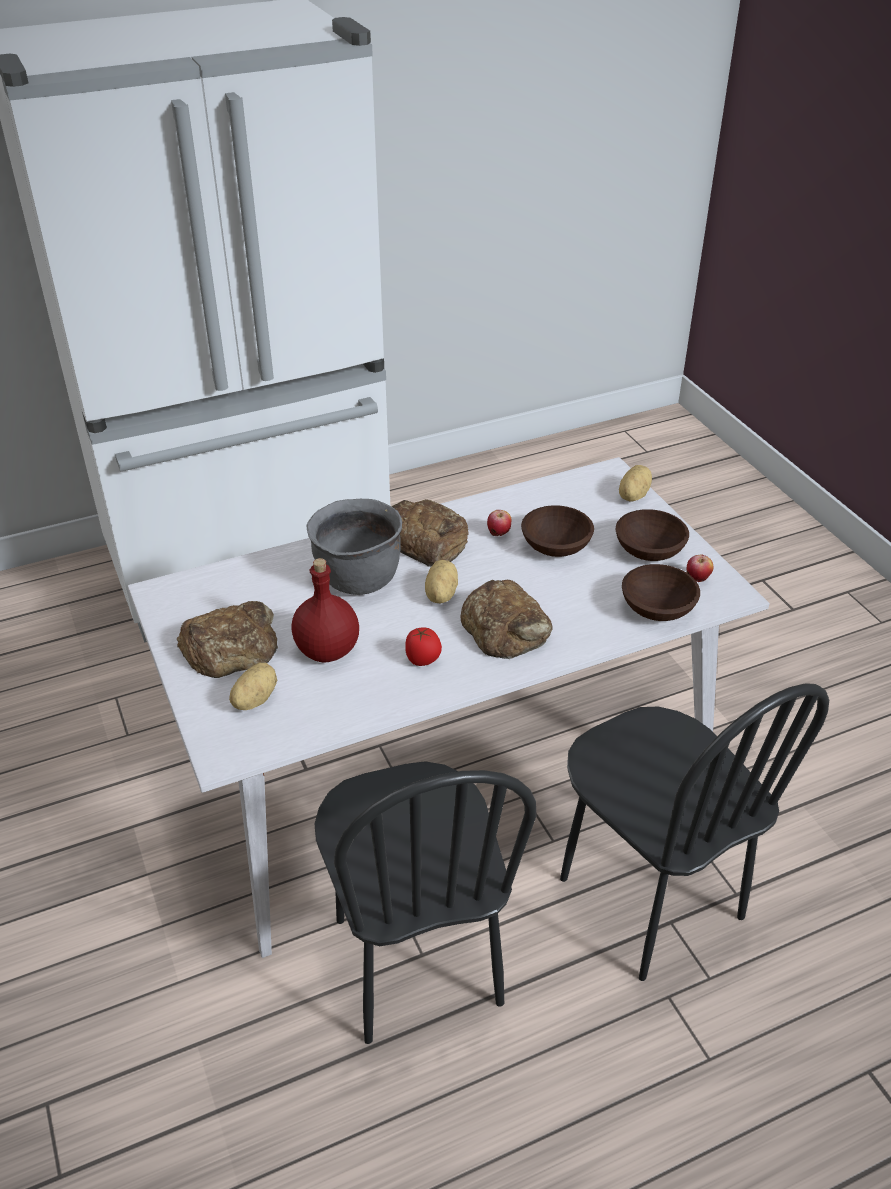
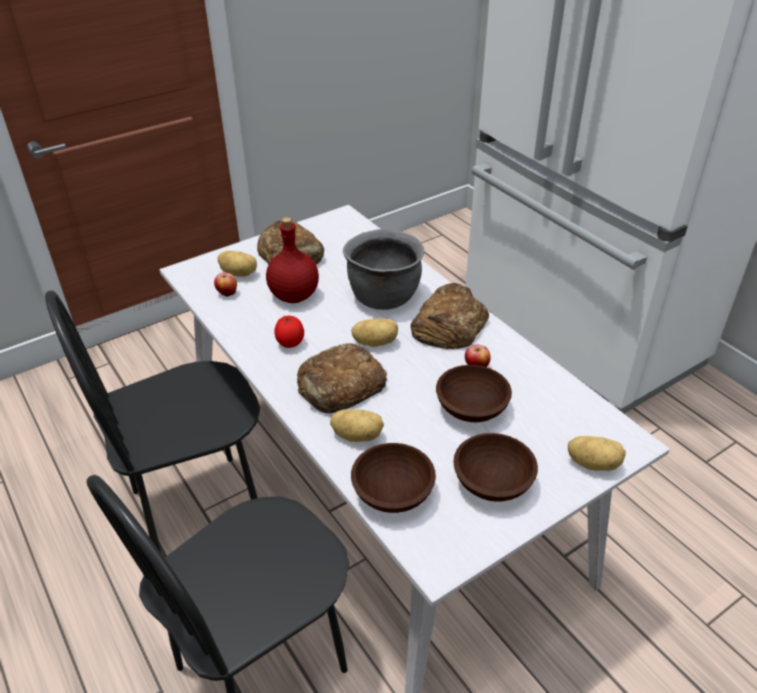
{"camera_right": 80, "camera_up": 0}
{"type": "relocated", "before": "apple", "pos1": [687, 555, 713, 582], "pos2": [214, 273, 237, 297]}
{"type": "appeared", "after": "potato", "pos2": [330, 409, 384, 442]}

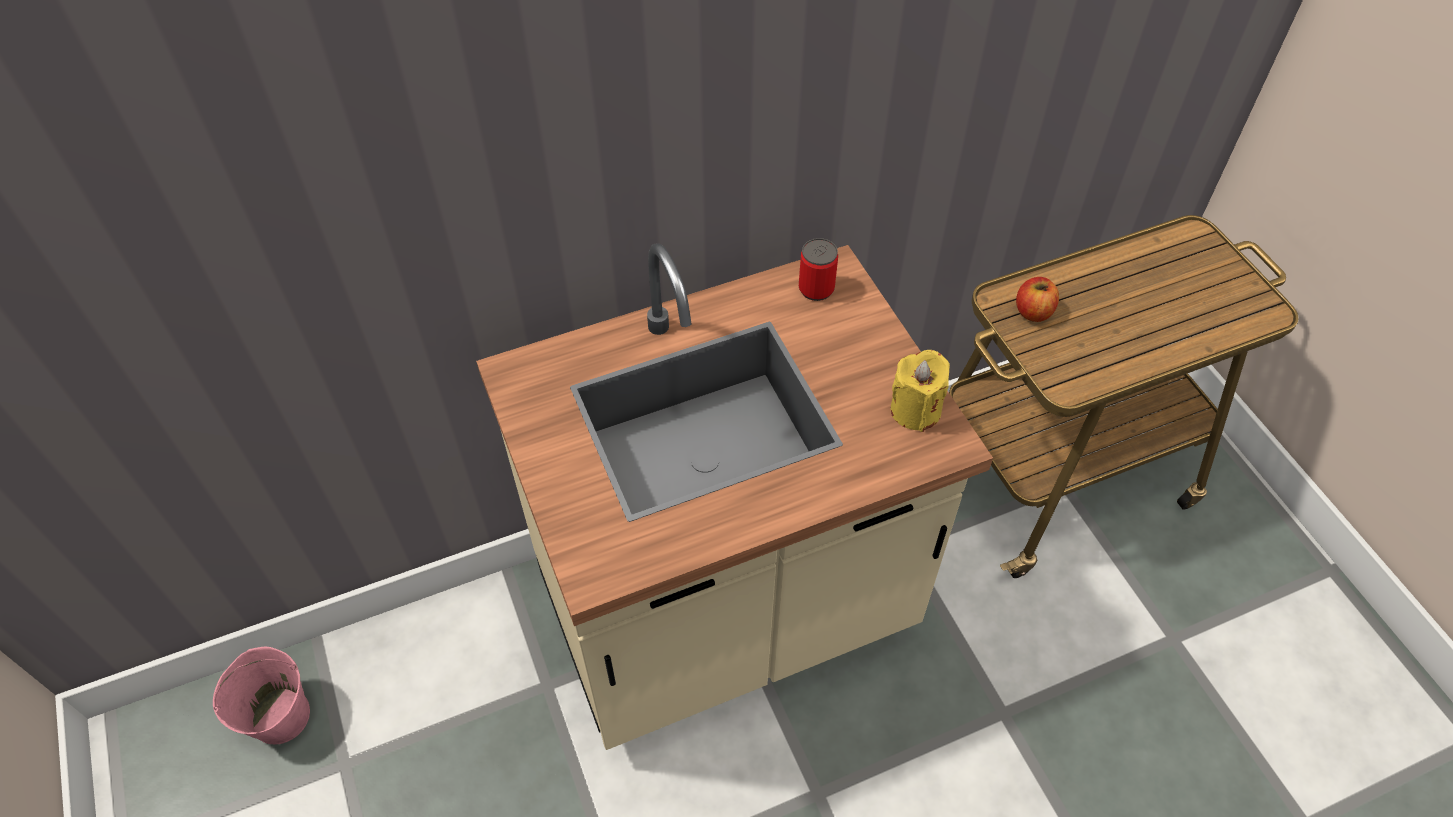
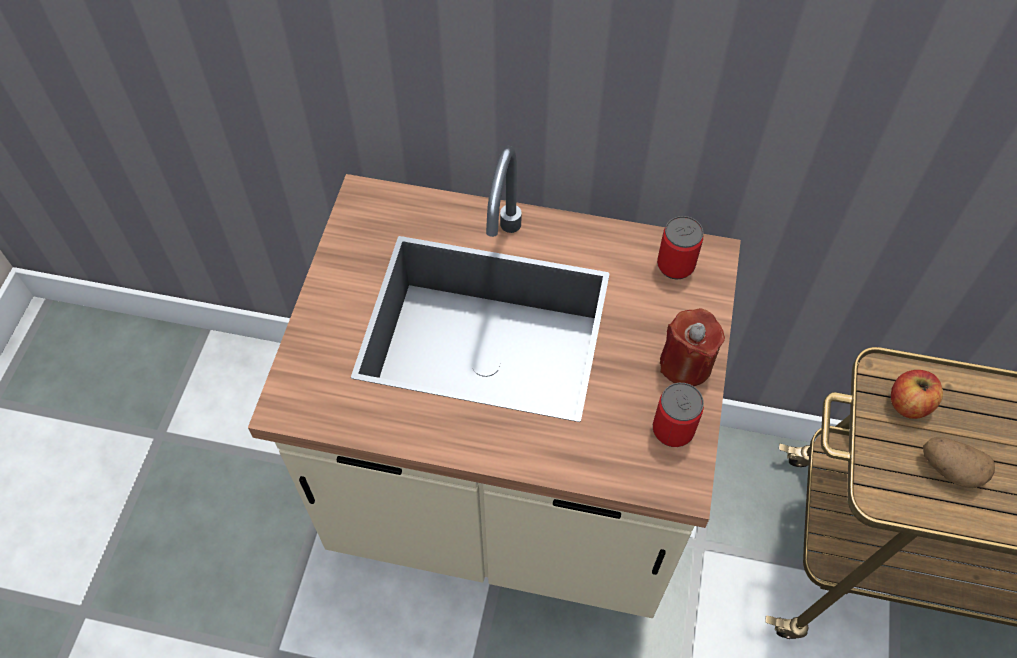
{"camera_right": 35, "camera_up": 5}
{"type": "exchanged", "before": "yellow_candle", "after": "can", "pos1": [891, 350, 950, 432], "pos2": [653, 383, 704, 447]}
{"type": "missing", "before": "pink_bucket", "pos1": [213, 646, 310, 745]}
{"type": "appeared", "after": "red_candle", "pos2": [660, 308, 725, 386]}
{"type": "appeared", "after": "potato", "pos2": [923, 437, 995, 488]}

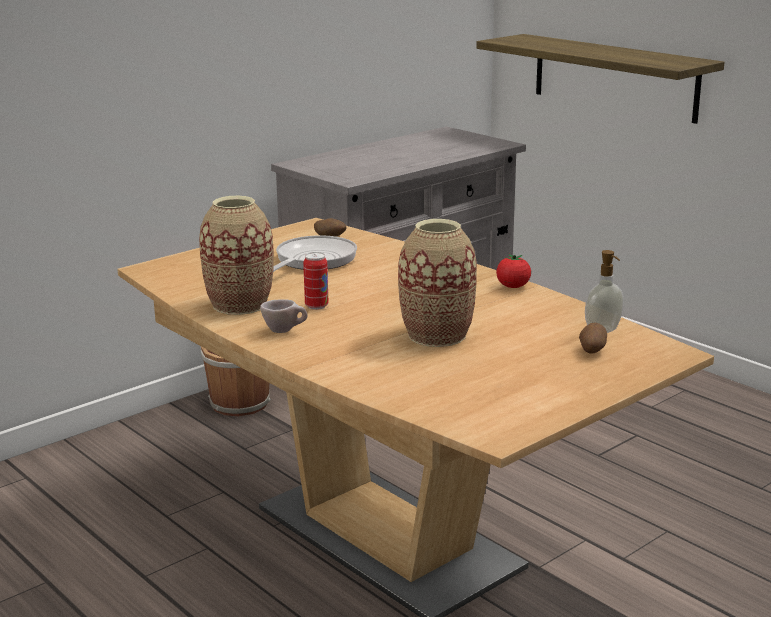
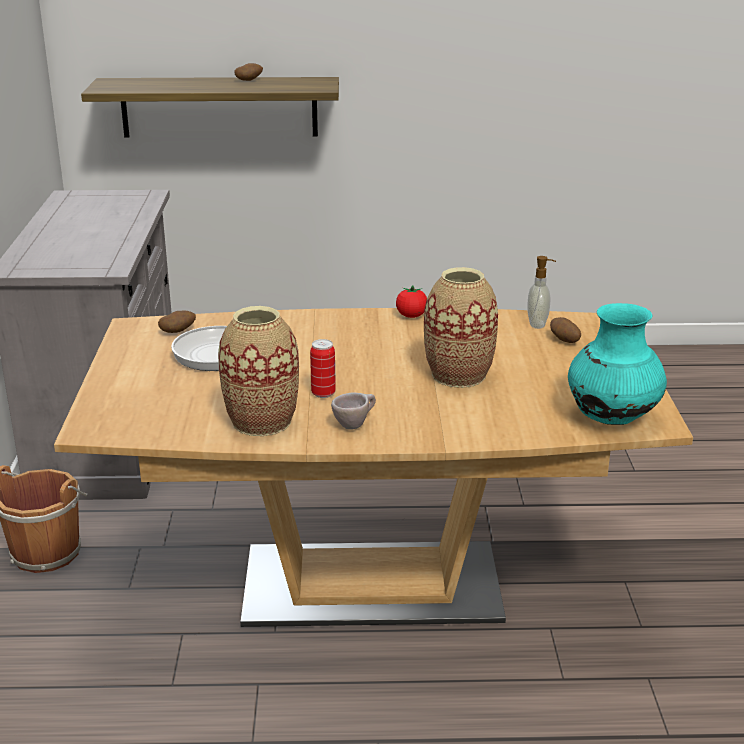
{"camera_right": -50, "camera_up": 5}
{"type": "appeared", "after": "potato", "pos2": [234, 63, 263, 81]}
{"type": "appeared", "after": "turquoise_vase", "pos2": [568, 303, 667, 425]}

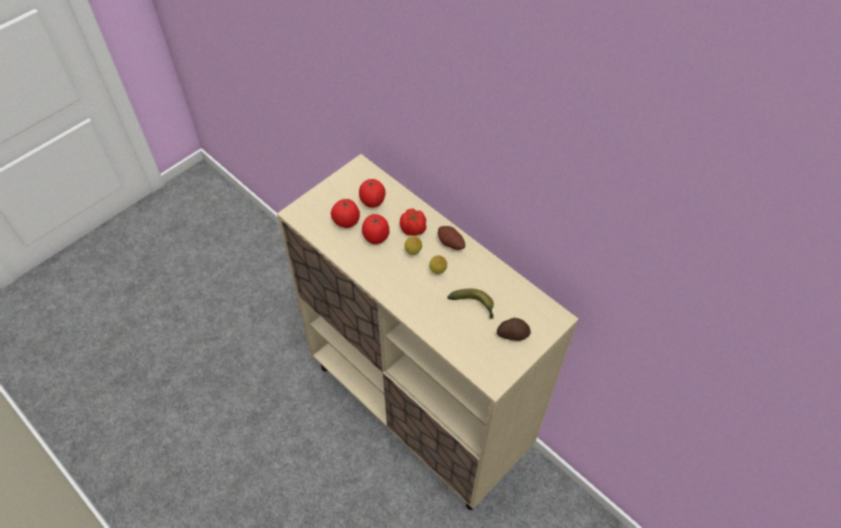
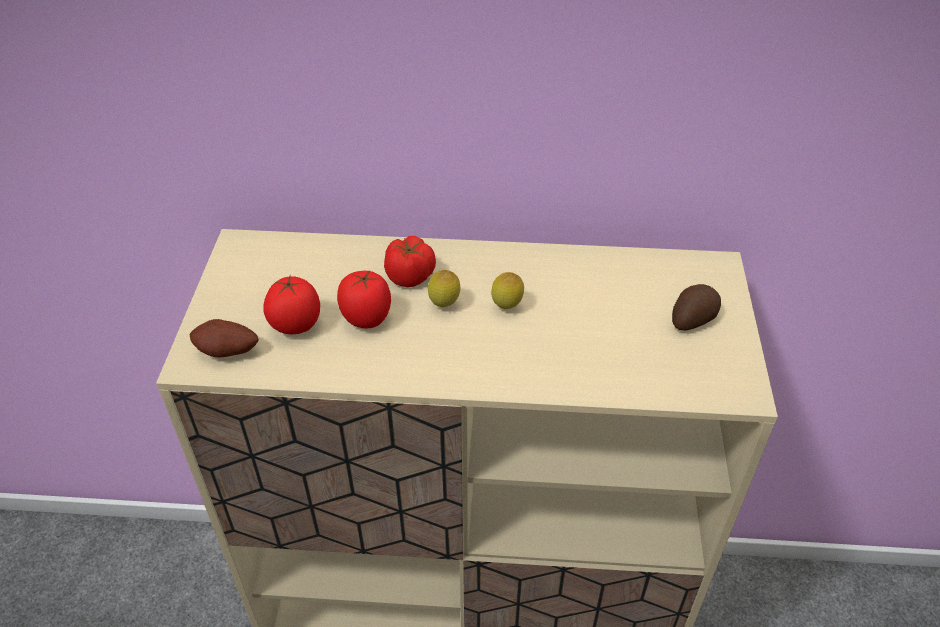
{"camera_right": -40, "camera_up": -10}
{"type": "missing", "before": "tomato", "pos1": [359, 179, 386, 208]}
{"type": "relocated", "before": "potato", "pos1": [438, 226, 465, 250], "pos2": [189, 319, 258, 358]}
{"type": "missing", "before": "banana", "pos1": [448, 288, 494, 319]}

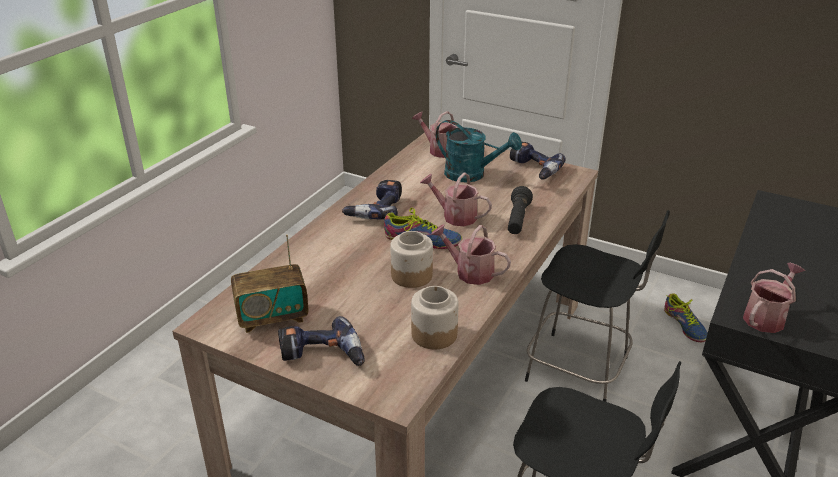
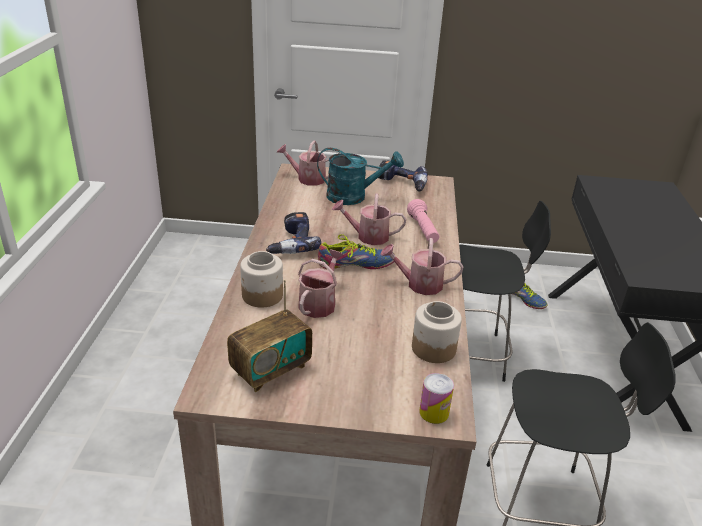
{"camera_right": -25, "camera_up": 0}
{"type": "colour", "before": "black_flashlight", "after": "pink_flashlight", "pos1": [508, 186, 533, 234], "pos2": [407, 199, 439, 243]}
{"type": "relocated", "before": "jar", "pos1": [390, 231, 433, 288], "pos2": [240, 251, 283, 307]}
{"type": "relocated", "before": "watering_can", "pos1": [743, 262, 805, 333], "pos2": [298, 249, 344, 318]}
{"type": "missing", "before": "power_drill", "pos1": [278, 316, 365, 366]}
{"type": "appeared", "after": "can", "pos2": [419, 373, 454, 424]}

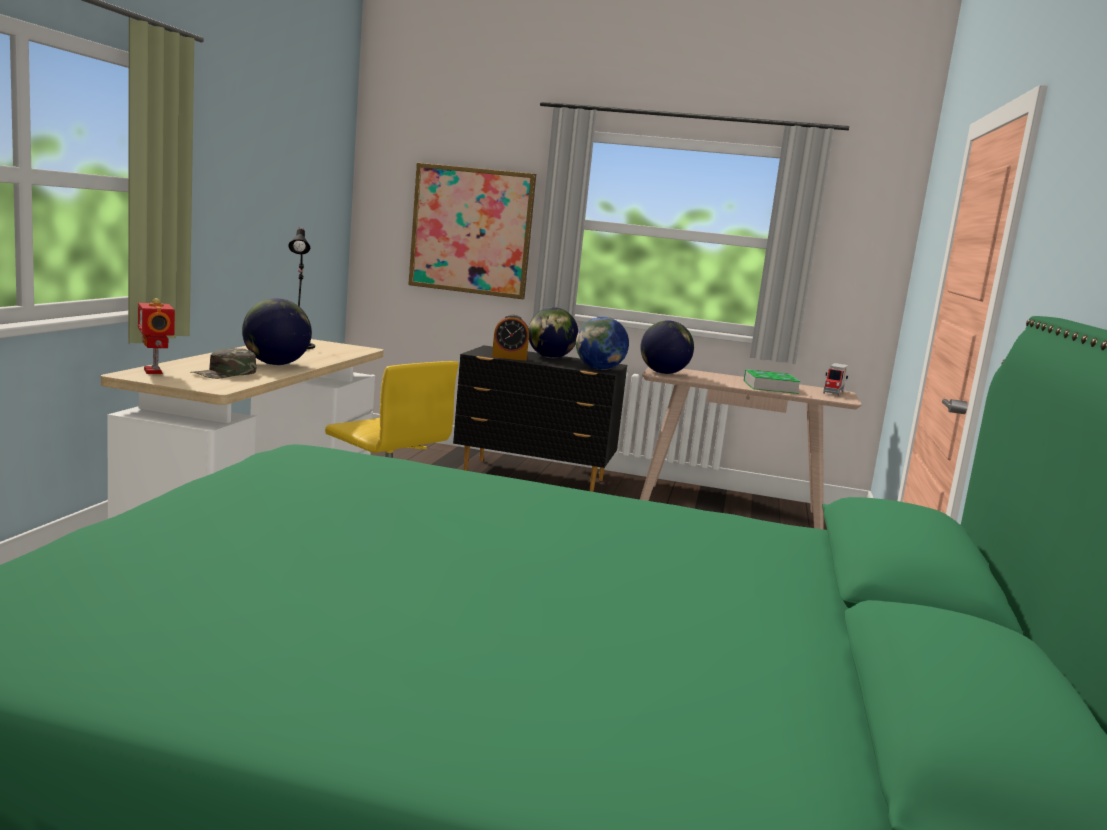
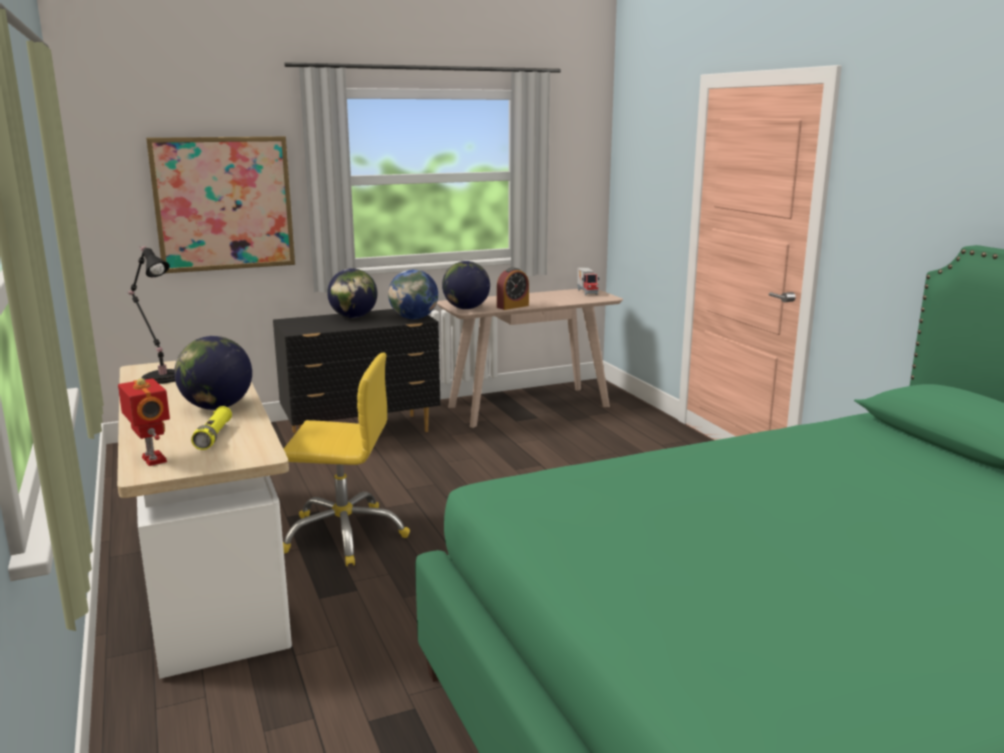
{"camera_right": -35, "camera_up": 5}
{"type": "spun", "before": "toy_robot", "pos1": [138, 298, 175, 374], "pos2": [118, 378, 170, 466], "turn": -150}
{"type": "relocated", "before": "alarm_clock", "pos1": [492, 314, 529, 361], "pos2": [497, 267, 529, 310]}
{"type": "exchanged", "before": "green_cap", "after": "yellow_flashlight", "pos1": [190, 348, 256, 379], "pos2": [191, 406, 232, 450]}
{"type": "missing", "before": "book", "pos1": [744, 369, 801, 394]}

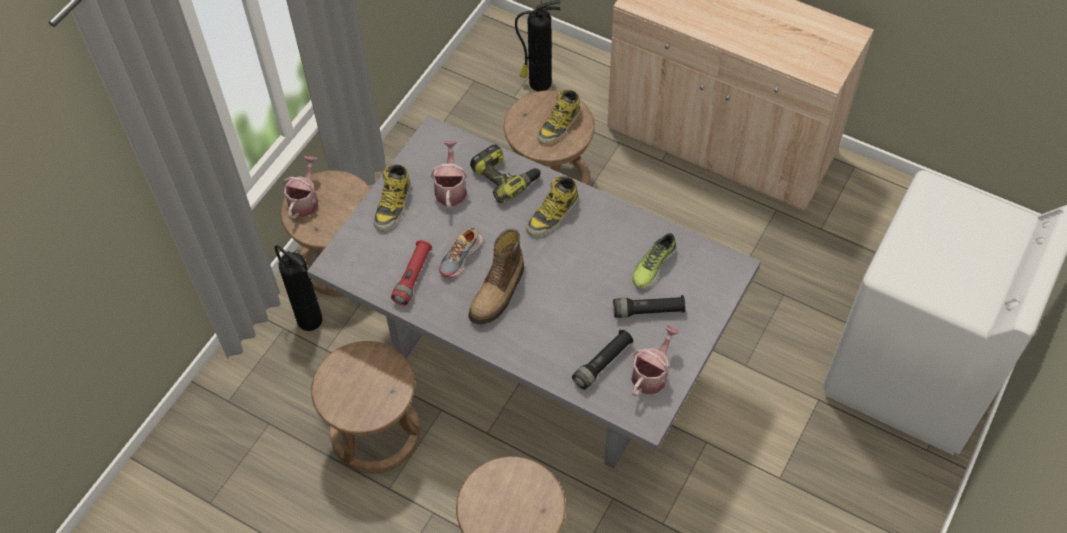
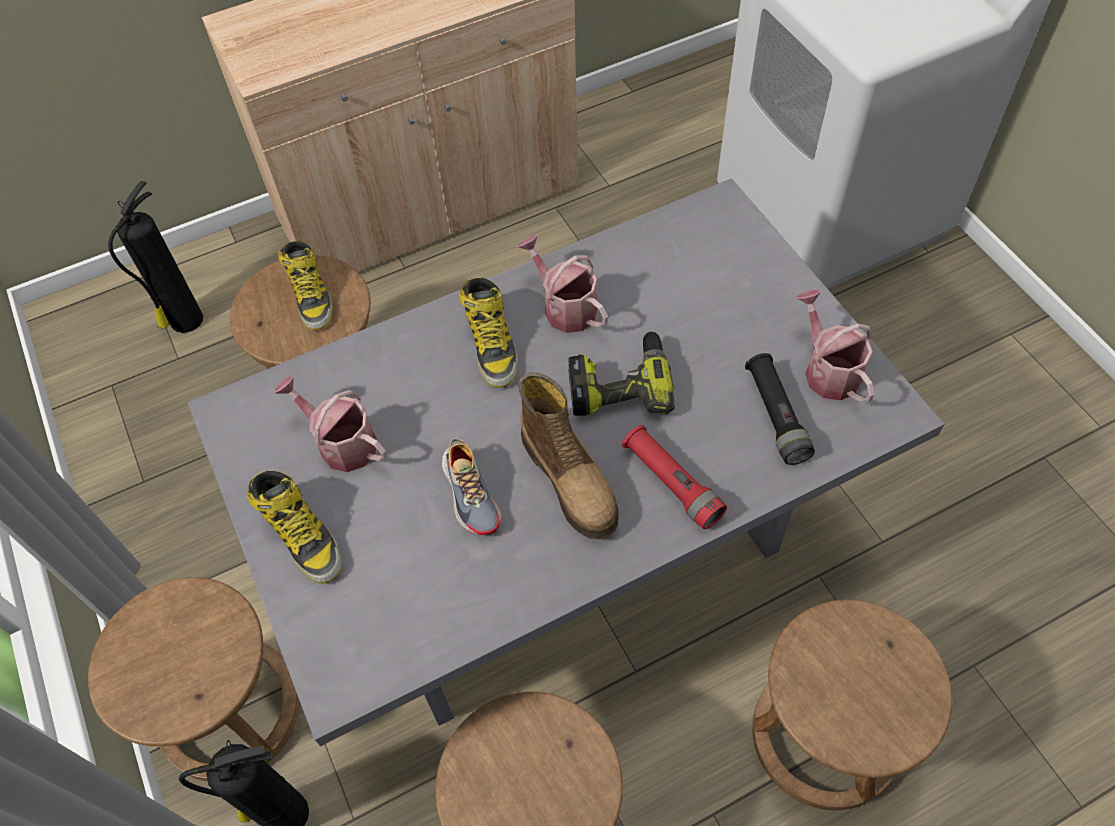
{"camera_right": -55, "camera_up": 0}
{"type": "relocated", "before": "power_drill", "pos1": [470, 144, 541, 203], "pos2": [568, 331, 675, 416]}
{"type": "relocated", "before": "watering_can", "pos1": [283, 156, 318, 219], "pos2": [517, 235, 608, 333]}
{"type": "missing", "before": "shoe", "pos1": [632, 233, 677, 288]}
{"type": "relocated", "before": "red_flashlight", "pos1": [391, 240, 432, 305], "pos2": [622, 425, 727, 529]}
{"type": "missing", "before": "black_flashlight", "pos1": [613, 295, 685, 318]}

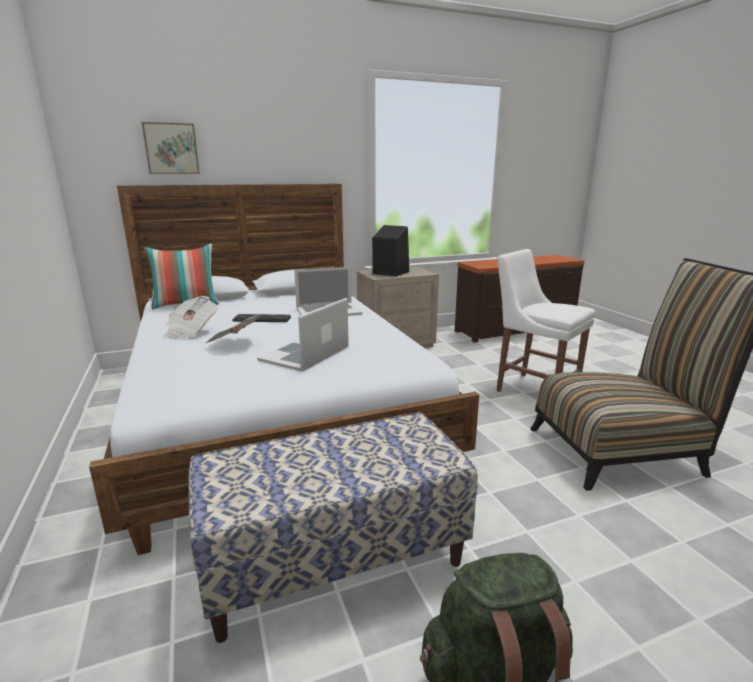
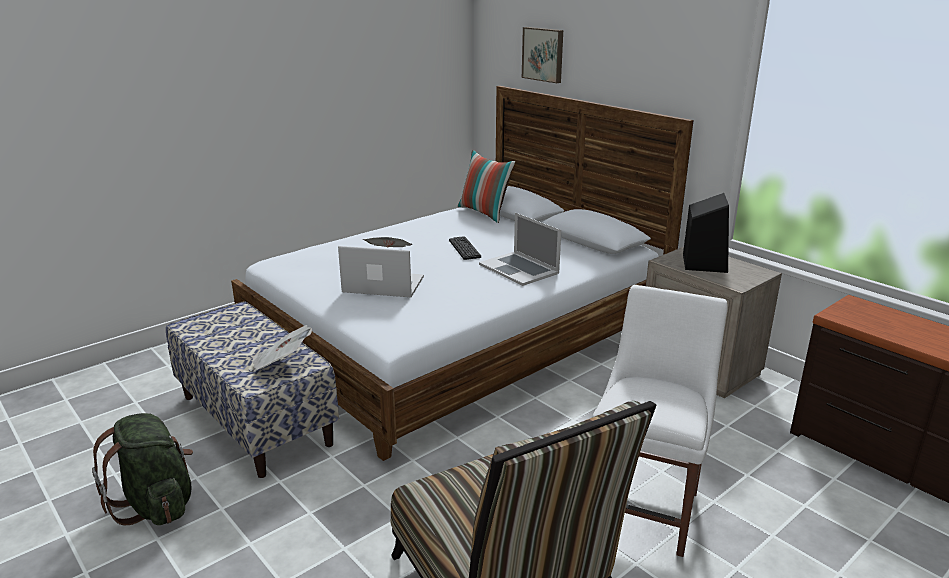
{"camera_right": 70, "camera_up": 5}
{"type": "relocated", "before": "newspaper", "pos1": [163, 296, 217, 339], "pos2": [253, 325, 312, 372]}

